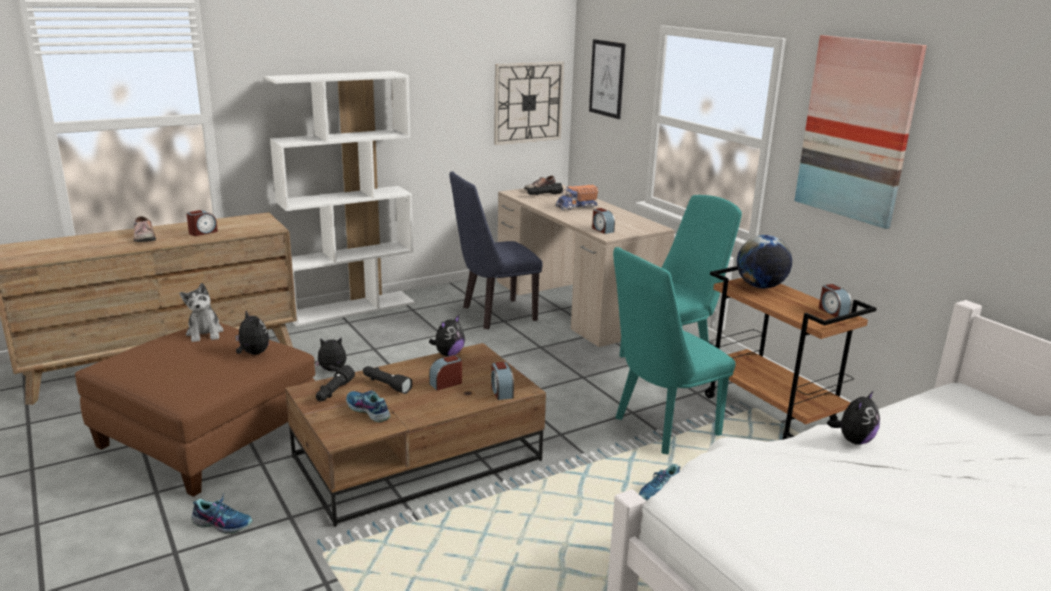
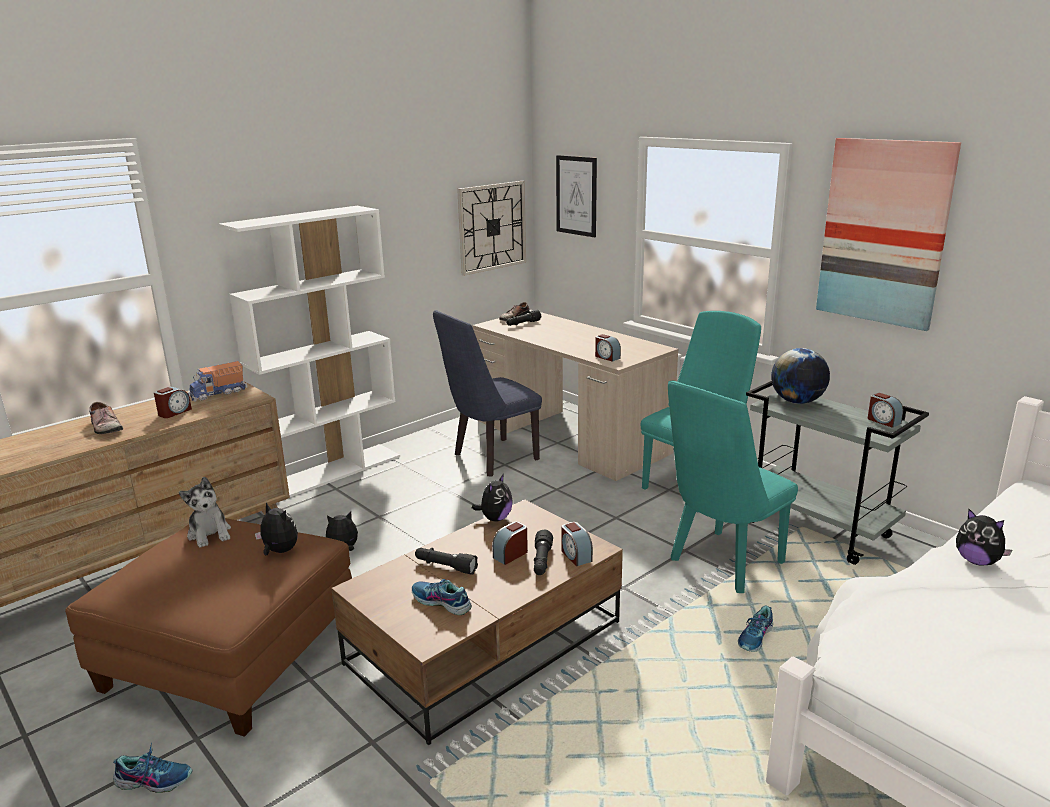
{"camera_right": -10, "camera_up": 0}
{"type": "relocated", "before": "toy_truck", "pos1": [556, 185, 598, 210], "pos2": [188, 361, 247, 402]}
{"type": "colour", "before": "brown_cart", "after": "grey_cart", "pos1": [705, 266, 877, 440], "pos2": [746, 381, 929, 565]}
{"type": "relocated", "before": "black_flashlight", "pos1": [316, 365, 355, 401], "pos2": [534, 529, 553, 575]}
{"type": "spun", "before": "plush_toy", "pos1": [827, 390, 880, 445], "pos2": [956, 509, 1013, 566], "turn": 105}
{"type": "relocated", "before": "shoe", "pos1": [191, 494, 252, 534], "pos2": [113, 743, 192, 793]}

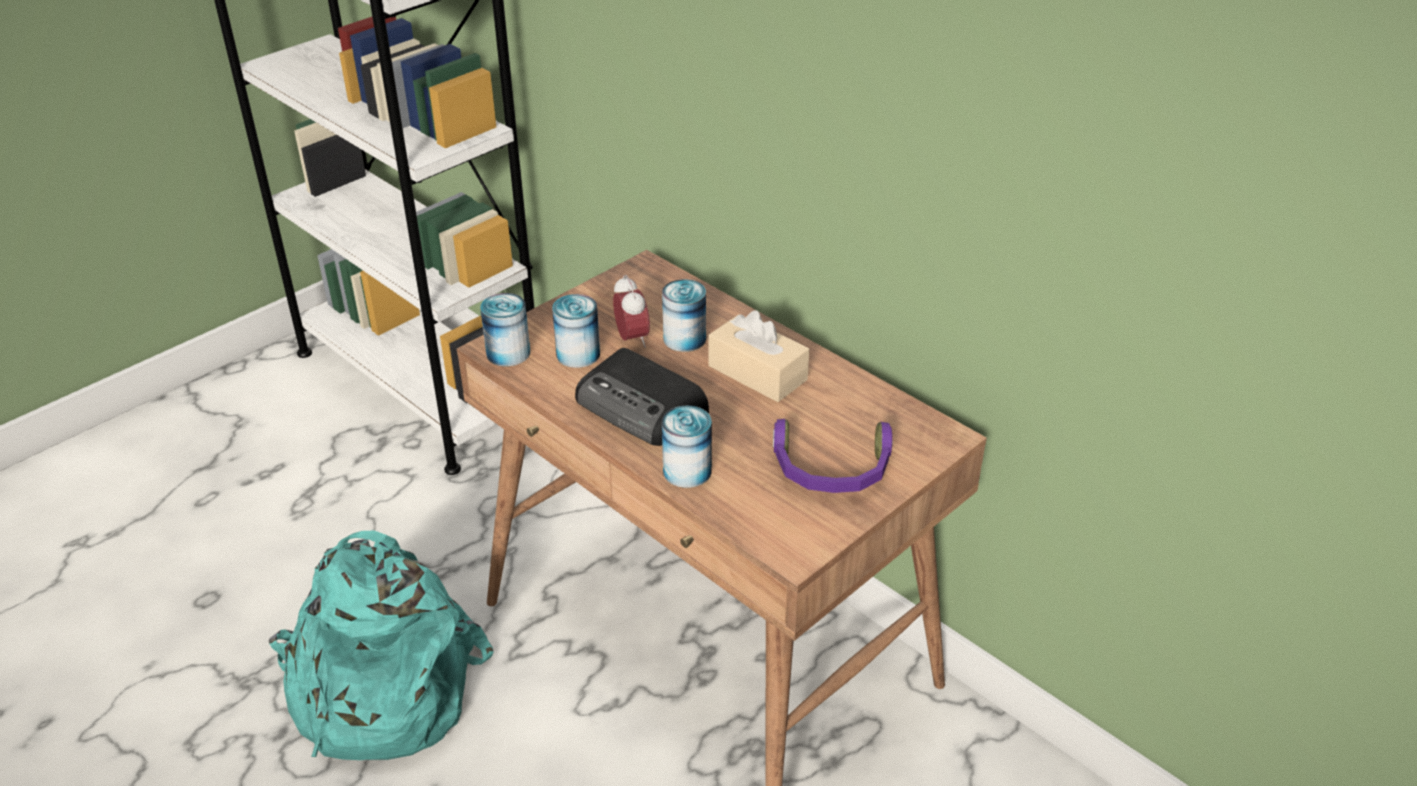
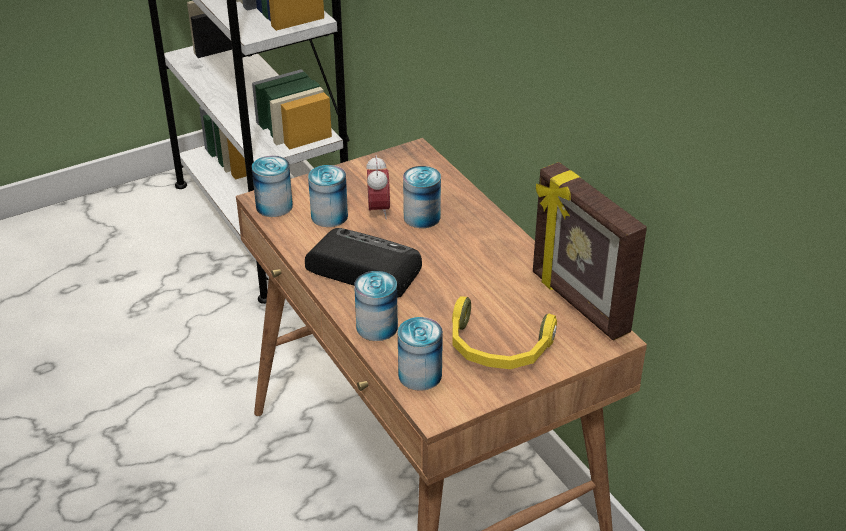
{"camera_right": 15, "camera_up": 0}
{"type": "missing", "before": "beige_tissue_box", "pos1": [708, 310, 809, 402]}
{"type": "spun", "before": "radio", "pos1": [575, 348, 709, 446], "pos2": [305, 228, 422, 297], "turn": 150}
{"type": "colour", "before": "purple_headphones", "after": "yellow_headphones", "pos1": [773, 419, 893, 493], "pos2": [452, 296, 557, 369]}
{"type": "missing", "before": "turquoise_backpack", "pos1": [269, 531, 494, 760]}
{"type": "appeared", "after": "picture_frame", "pos2": [533, 162, 647, 340]}
{"type": "appeared", "after": "can", "pos2": [398, 317, 443, 391]}

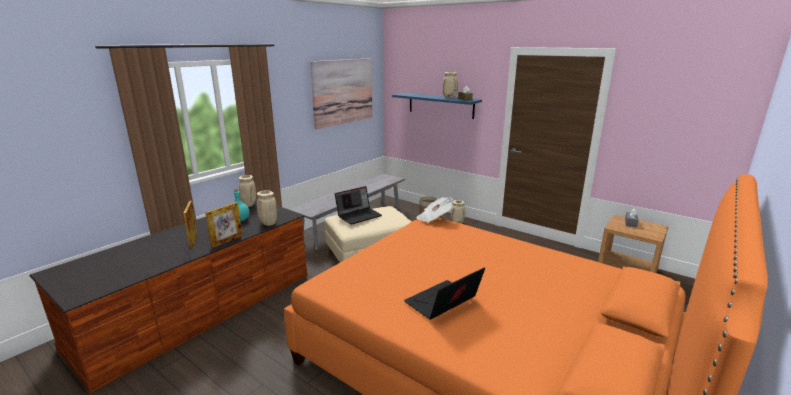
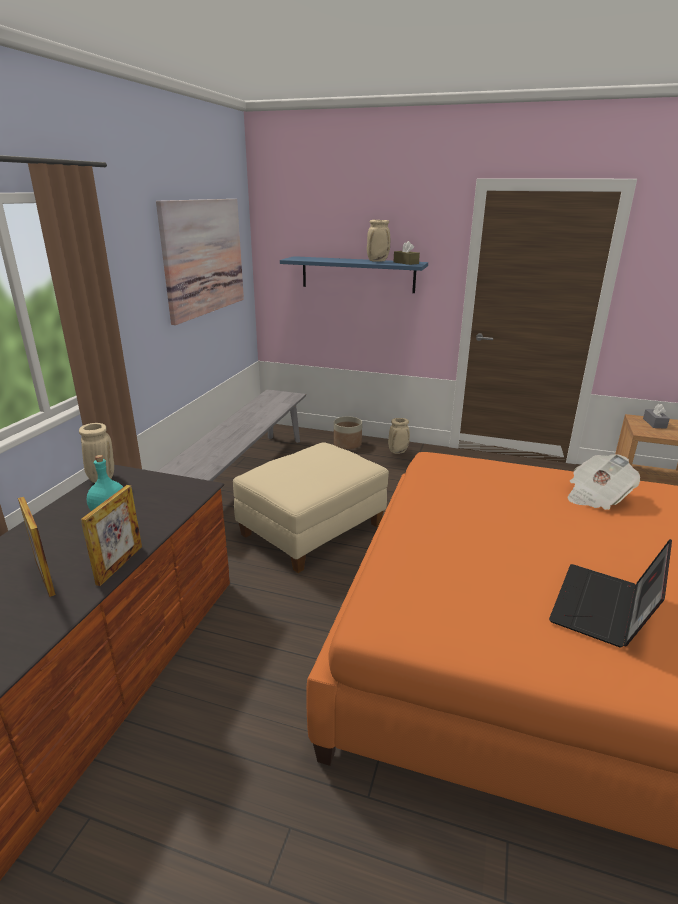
{"camera_right": -20, "camera_up": 5}
{"type": "missing", "before": "laptop", "pos1": [335, 186, 382, 225]}
{"type": "missing", "before": "beige_vase", "pos1": [257, 190, 277, 226]}
{"type": "relocated", "before": "newspaper", "pos1": [416, 197, 453, 223], "pos2": [567, 454, 640, 510]}

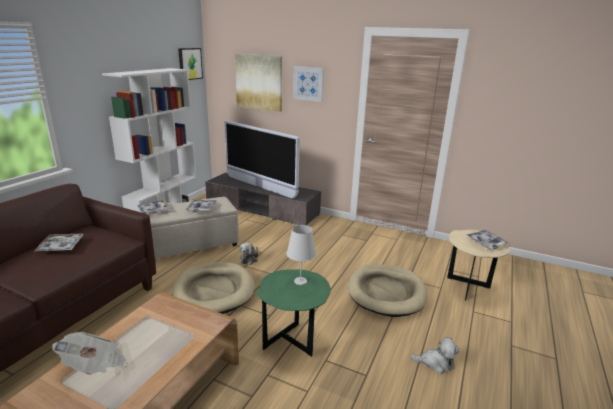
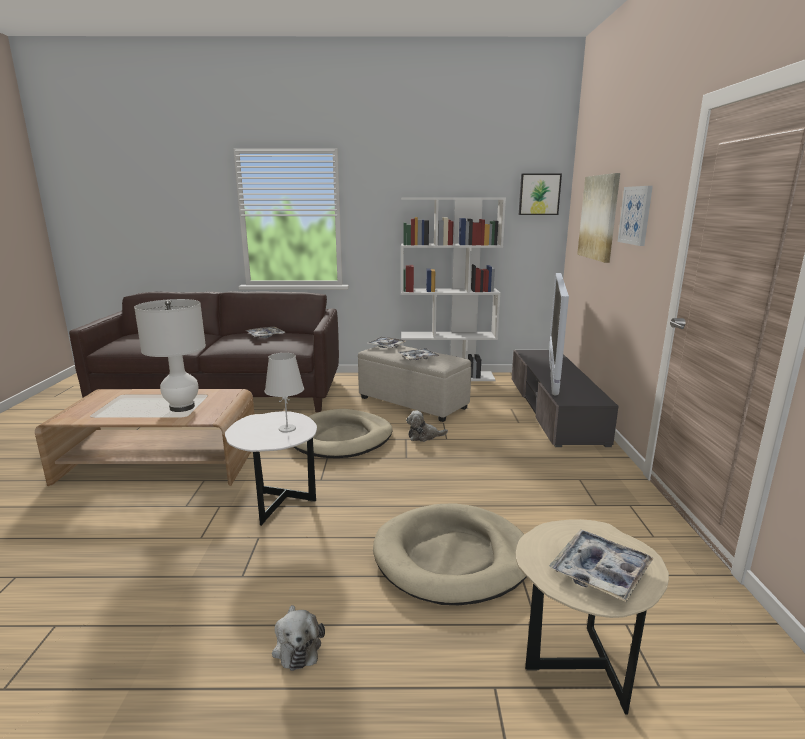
{"camera_right": 65, "camera_up": -5}
{"type": "colour", "before": "green_side_table", "after": "white_side_table", "pos1": [257, 269, 331, 357], "pos2": [225, 411, 317, 526]}
{"type": "missing", "before": "newspaper", "pos1": [52, 332, 128, 375]}
{"type": "appeared", "after": "white_table_lamp", "pos2": [134, 299, 206, 412]}

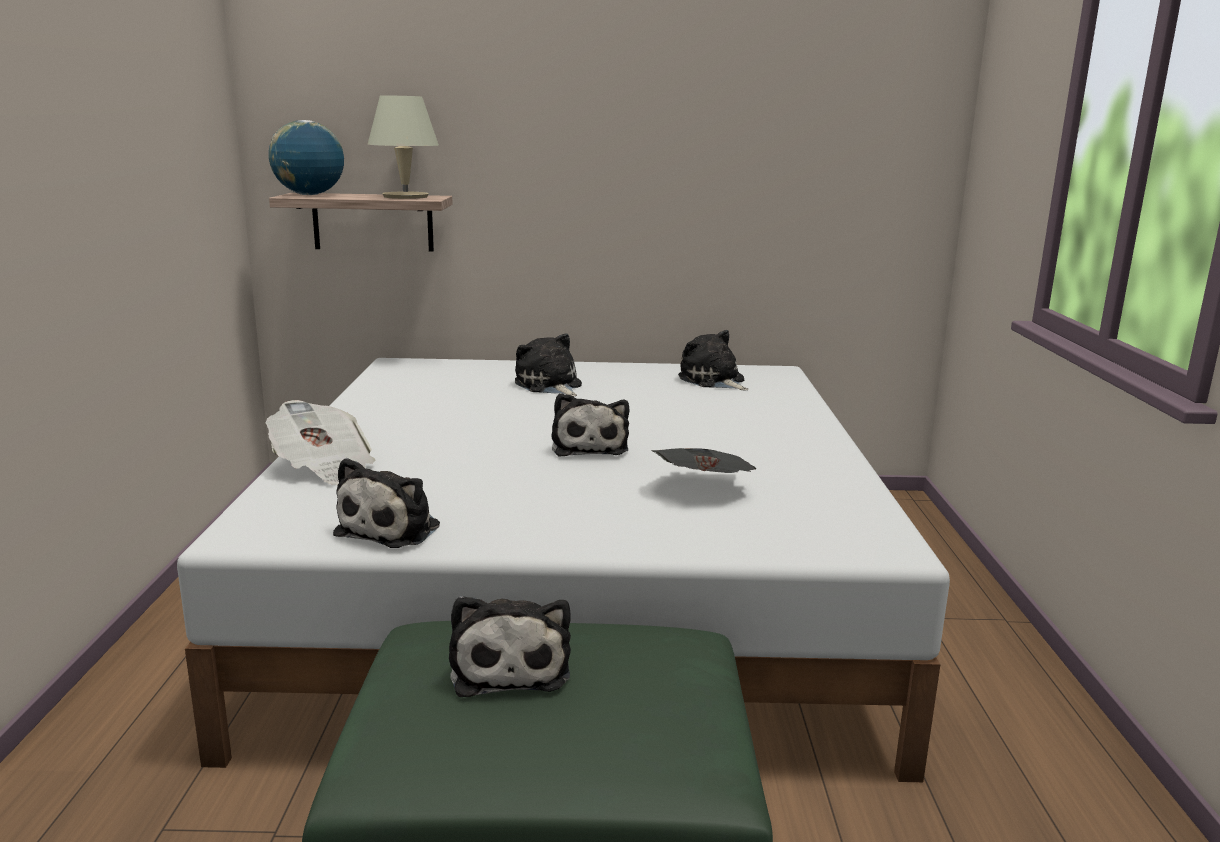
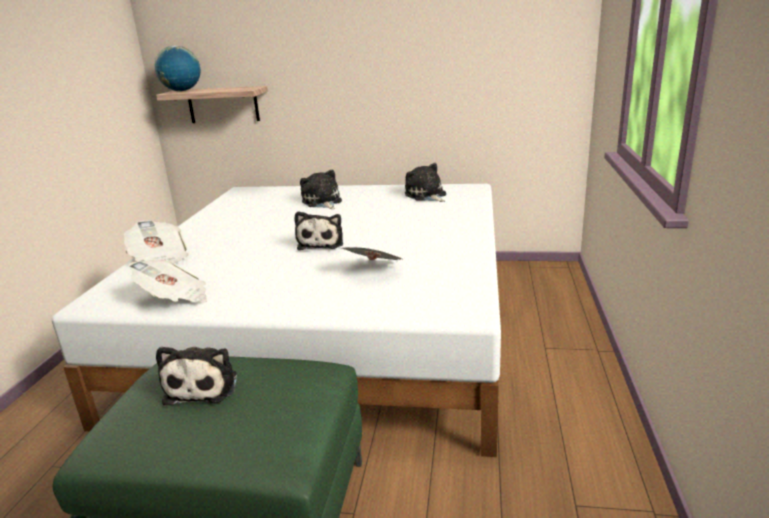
{"camera_right": 10, "camera_up": 5}
{"type": "missing", "before": "beige_table_lamp", "pos1": [368, 95, 439, 199]}
{"type": "exchanged", "before": "plush_toy", "after": "newspaper", "pos1": [333, 458, 440, 548], "pos2": [128, 260, 207, 303]}

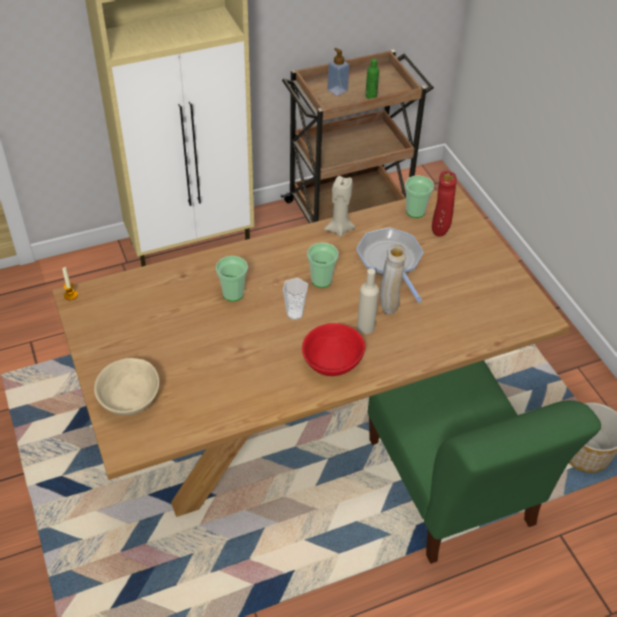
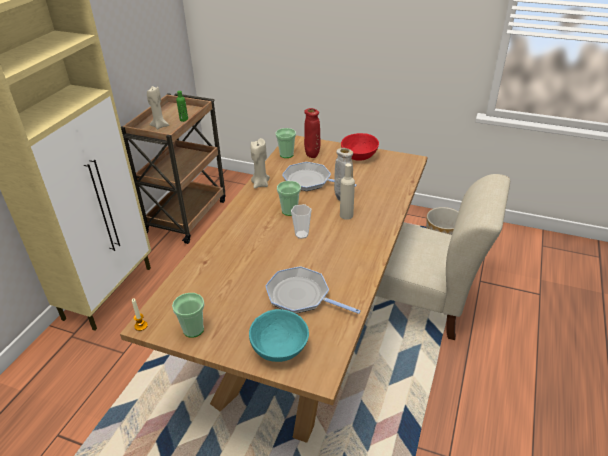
{"camera_right": -45, "camera_up": -10}
{"type": "exchanged", "before": "soap_dispenser", "after": "beige_candle", "pos1": [327, 48, 349, 96], "pos2": [147, 86, 169, 130]}
{"type": "relocated", "before": "cup", "pos1": [216, 256, 248, 301], "pos2": [172, 293, 205, 338]}
{"type": "relocated", "before": "red_bowl", "pos1": [302, 323, 365, 376], "pos2": [341, 133, 379, 161]}
{"type": "colour", "before": "beige_bowl", "after": "turquoise_bowl", "pos1": [94, 358, 159, 416], "pos2": [249, 309, 309, 362]}
{"type": "colour", "before": "green_chair", "after": "beige_chair", "pos1": [368, 360, 601, 564], "pos2": [376, 174, 510, 340]}
{"type": "appeared", "after": "frying_pan", "pos2": [265, 266, 361, 314]}

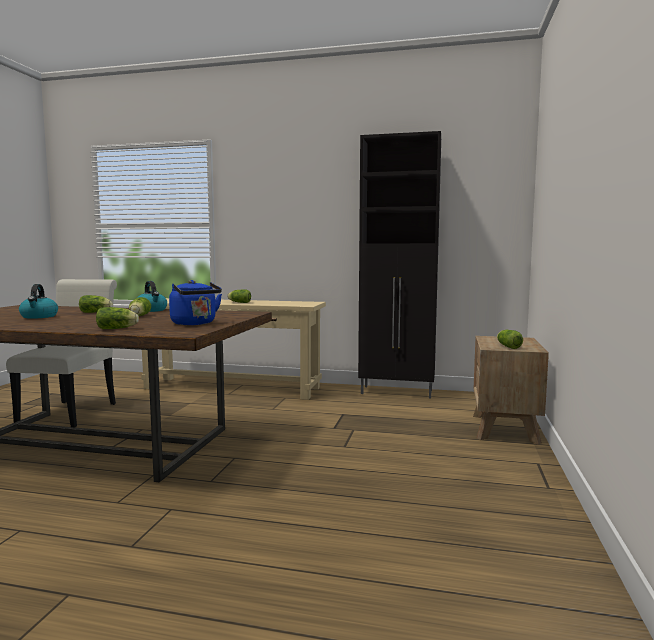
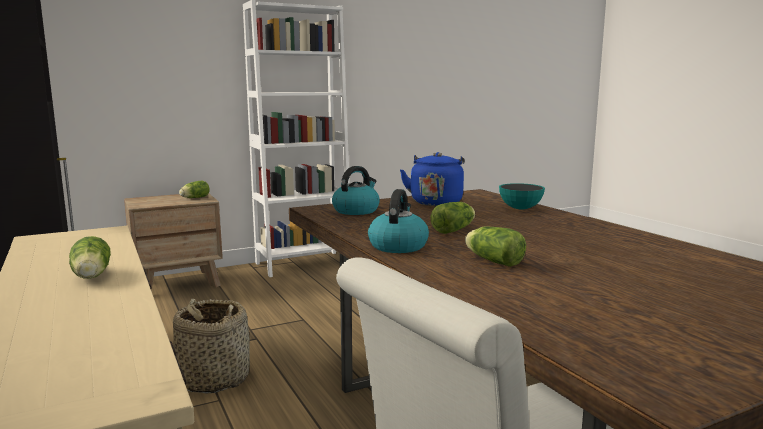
{"camera_right": -130, "camera_up": 5}
{"type": "relocated", "before": "kettle", "pos1": [19, 284, 58, 319], "pos2": [332, 166, 380, 215]}
{"type": "exchanged", "before": "lettuce", "after": "bowl", "pos1": [96, 307, 139, 329], "pos2": [499, 183, 545, 209]}
{"type": "appeared", "after": "white_bookcase", "pos2": [243, 0, 350, 277]}
{"type": "appeared", "after": "basket", "pos2": [173, 299, 250, 393]}

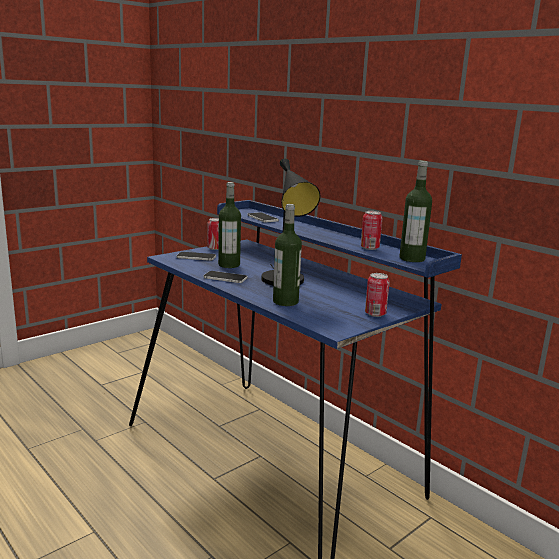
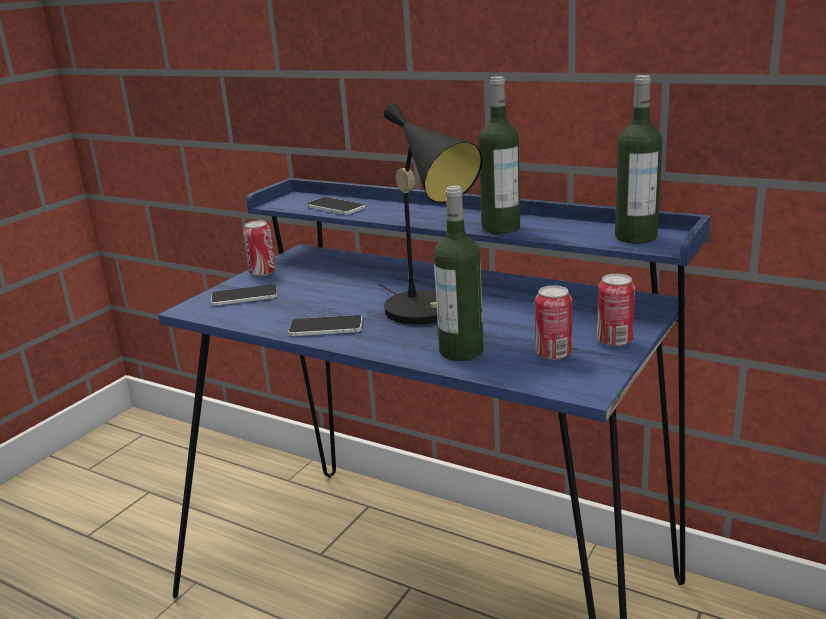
{"camera_right": -15, "camera_up": 5}
{"type": "relocated", "before": "bottle", "pos1": [218, 182, 241, 268], "pos2": [479, 76, 520, 234]}
{"type": "relocated", "before": "can", "pos1": [361, 211, 383, 250], "pos2": [535, 285, 572, 360]}

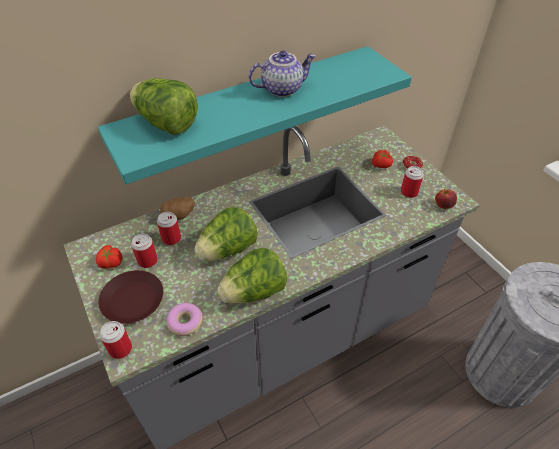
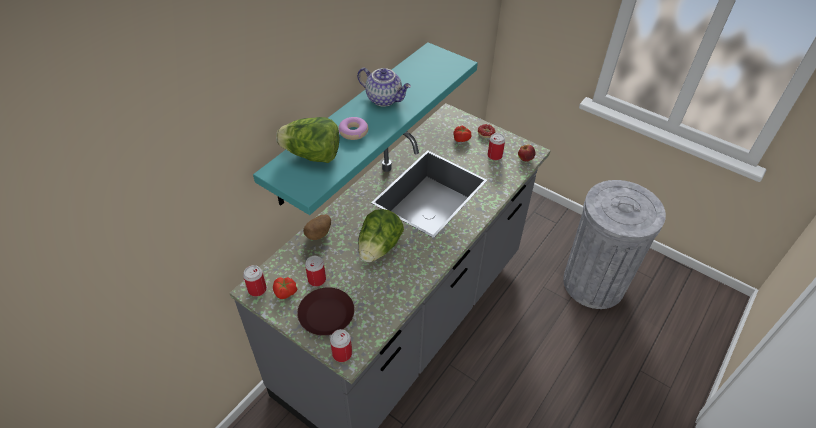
{"camera_right": -25, "camera_up": 0}
{"type": "spun", "before": "teapot", "pos1": [249, 50, 316, 97], "pos2": [357, 68, 411, 106], "turn": 75}
{"type": "relocated", "before": "can", "pos1": [157, 212, 181, 245], "pos2": [243, 265, 267, 297]}
{"type": "missing", "before": "lettuce", "pos1": [217, 248, 287, 304]}
{"type": "relocated", "before": "donut", "pos1": [166, 303, 203, 336], "pos2": [338, 117, 368, 140]}

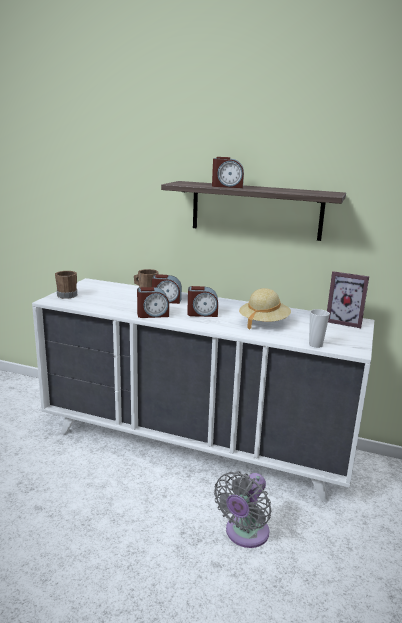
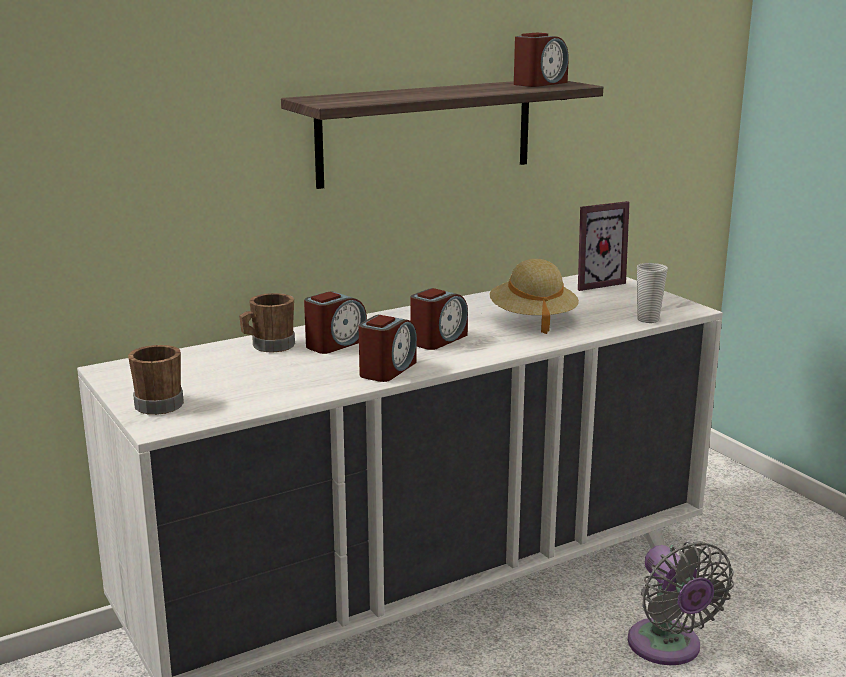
{"camera_right": -50, "camera_up": 0}
{"type": "relocated", "before": "alarm_clock", "pos1": [212, 157, 244, 188], "pos2": [514, 33, 569, 87]}

